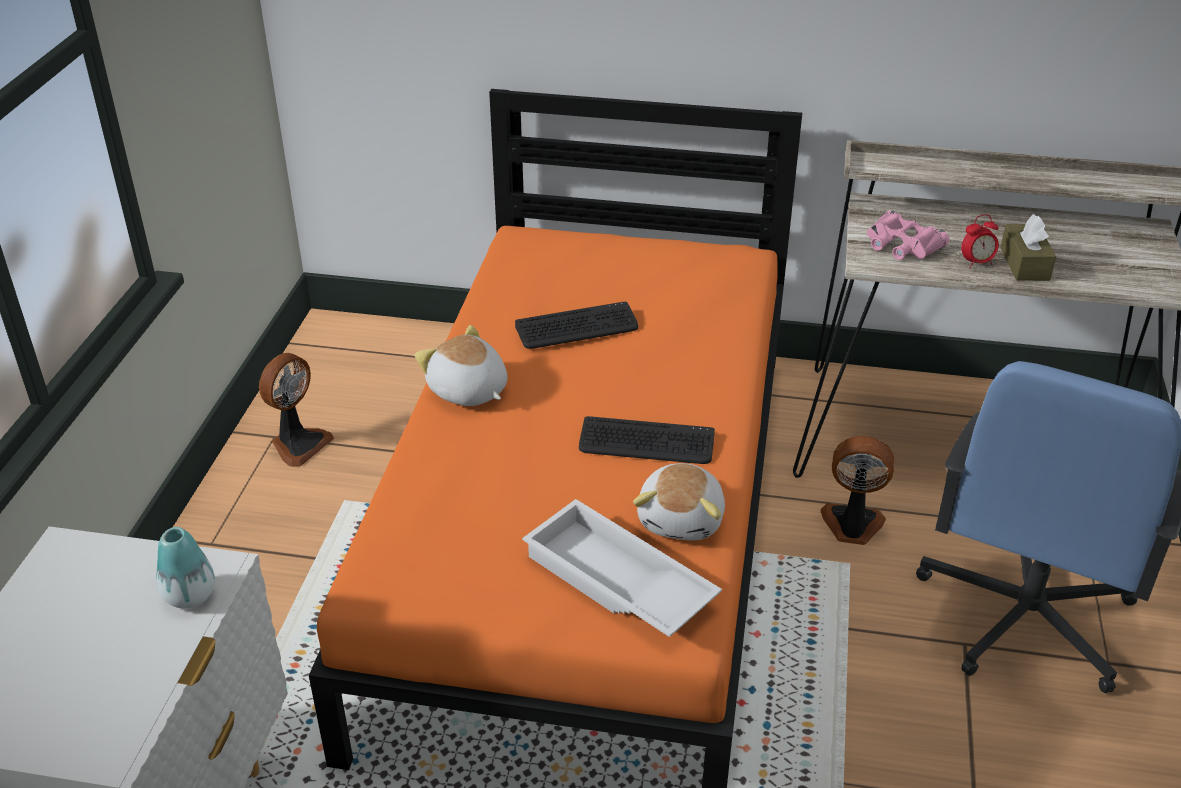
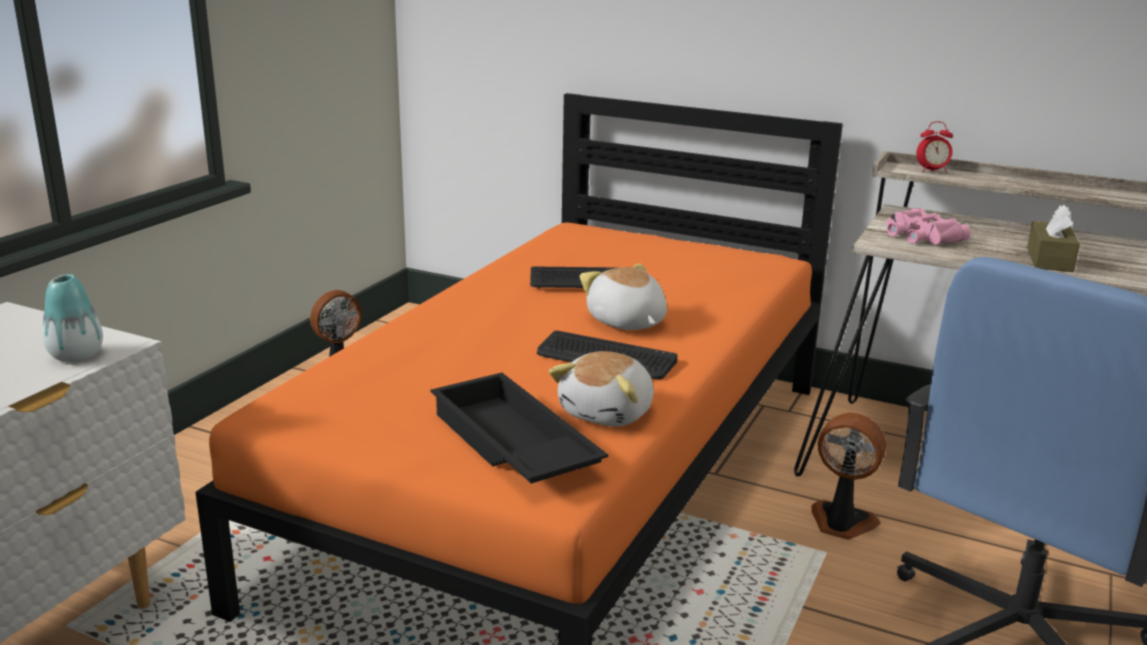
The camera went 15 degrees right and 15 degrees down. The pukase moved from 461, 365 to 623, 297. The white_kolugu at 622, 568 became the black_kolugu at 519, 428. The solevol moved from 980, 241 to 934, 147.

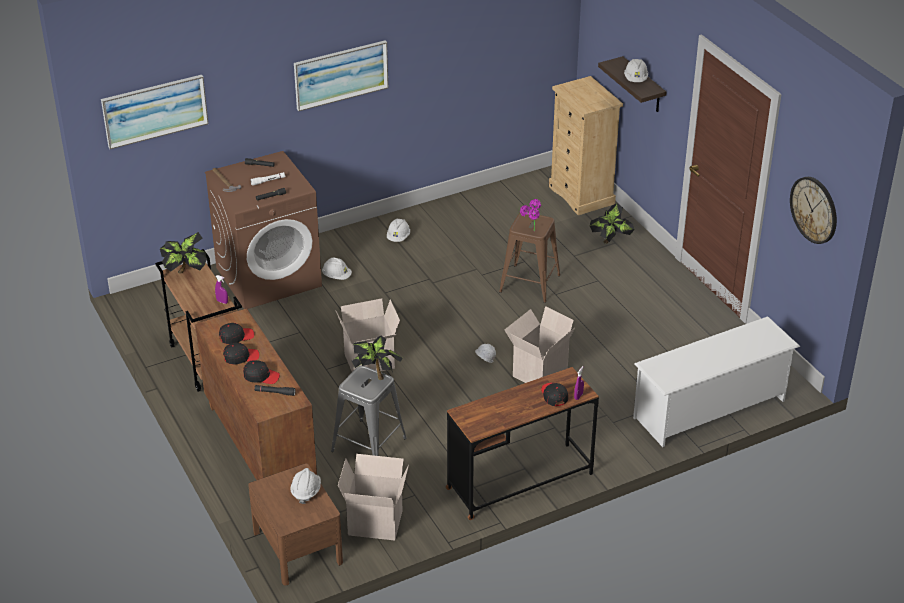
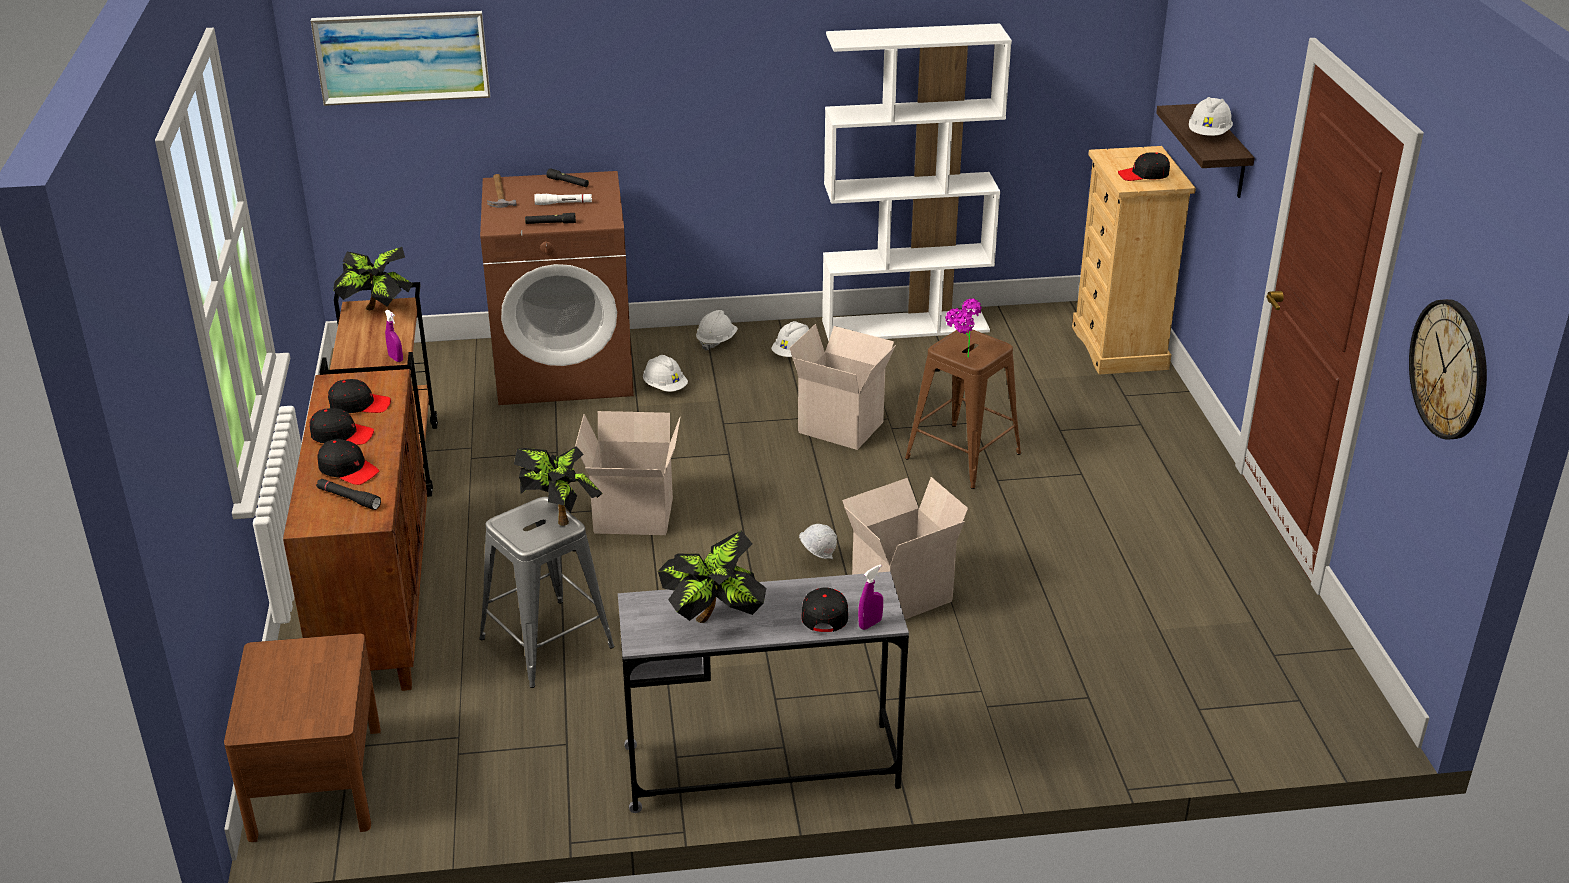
The camera went 20 degrees right and 5 degrees down. The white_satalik moved from 306, 486 to 717, 330. The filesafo at 341, 76 disappeared. The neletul moved from 373, 497 to 843, 387. The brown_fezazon at 522, 443 became the grey_fezazon at 763, 692. The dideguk moved from 612, 223 to 712, 576. The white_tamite at 716, 381 disappeared. The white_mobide at 917, 182 appeared. The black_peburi at 1144, 166 appeared.

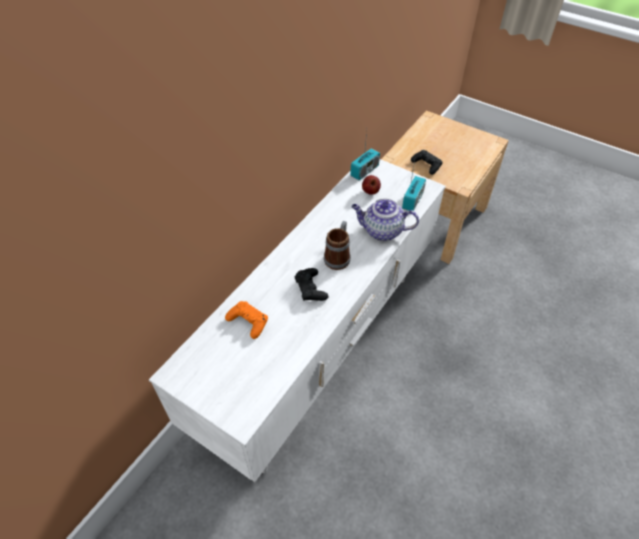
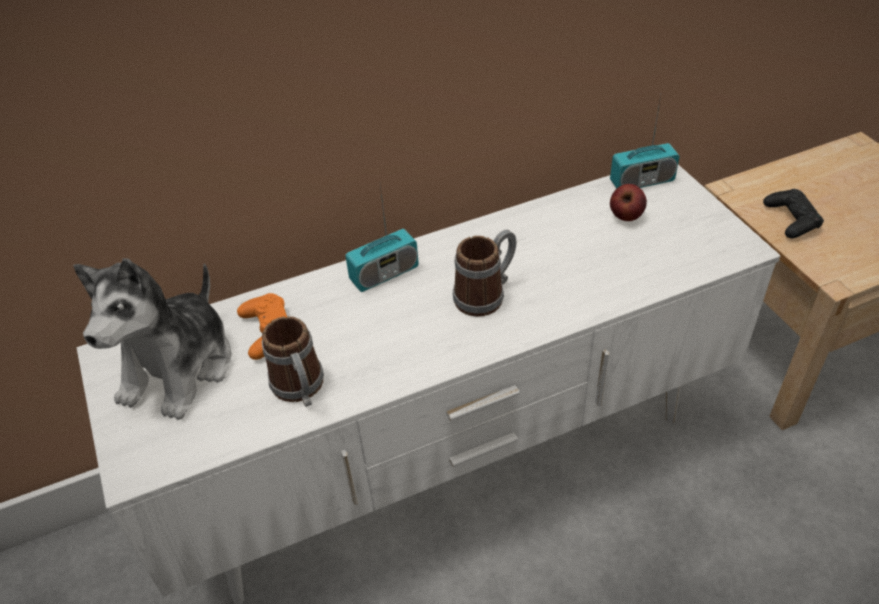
The camera went 35 degrees right and 5 degrees down. The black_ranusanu at 311, 284 disappeared. The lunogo at 385, 219 disappeared. The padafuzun moved from 414, 183 to 382, 238. The pukase at 152, 339 appeared. The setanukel at 293, 361 appeared.

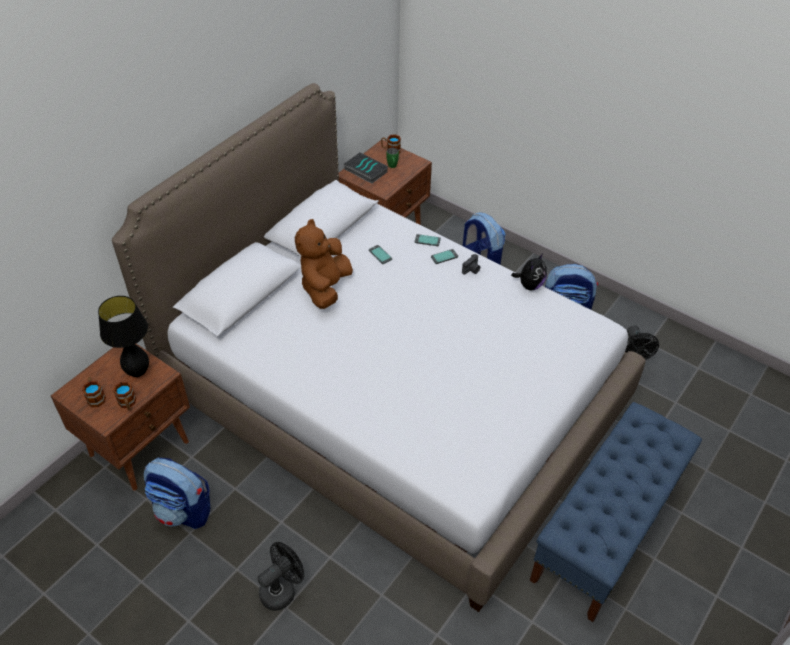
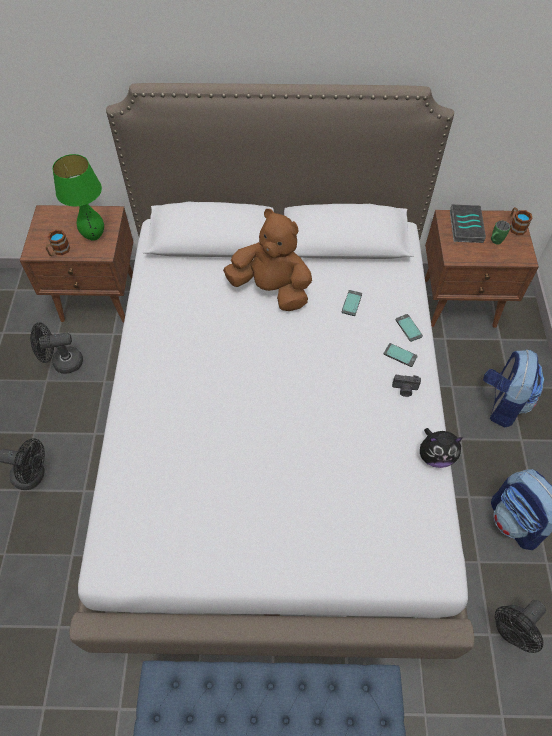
The camera went 55 degrees right and 10 degrees up. The setanukel at 94, 392 disappeared. The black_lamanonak at 123, 336 became the green_lamanonak at 78, 197. The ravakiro at 177, 493 was replaced by the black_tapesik at 56, 348. The brown_pukase at 324, 264 turned 45 degrees clockwise.

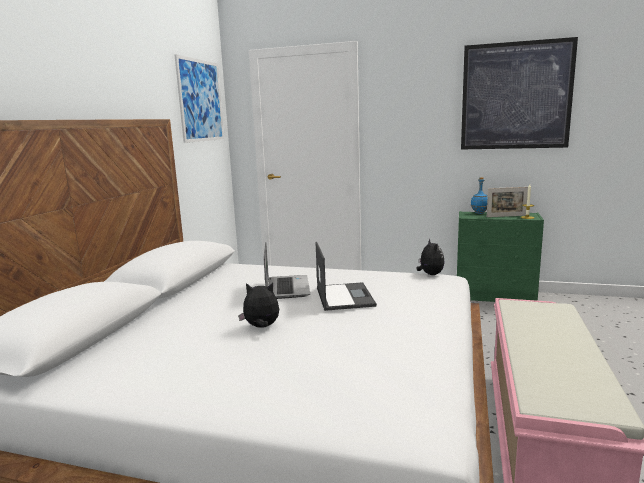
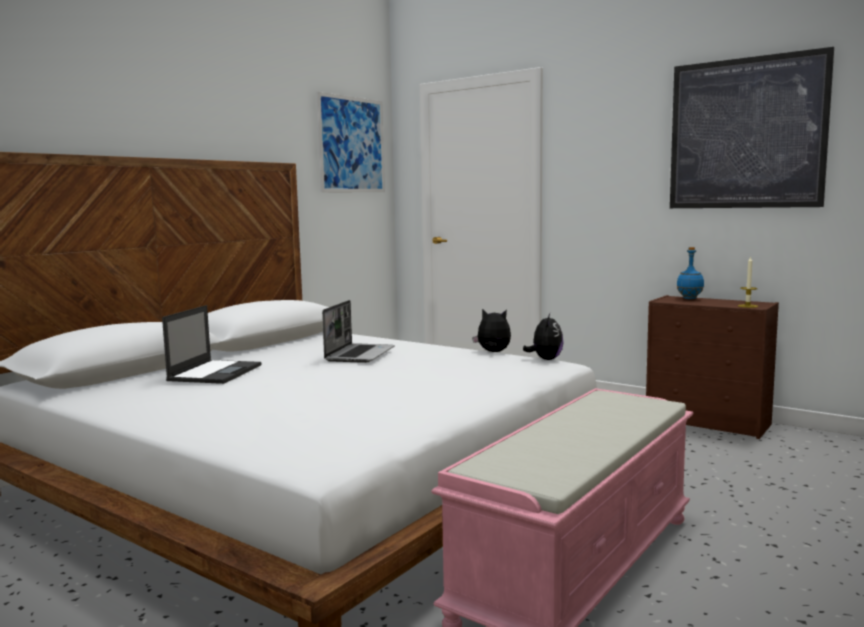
The camera went 20 degrees right and 5 degrees down. The pukase moved from 258, 305 to 491, 330. The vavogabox moved from 346, 276 to 211, 344. The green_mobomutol at 500, 256 became the brown_mobomutol at 712, 367. The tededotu at 507, 202 disappeared.

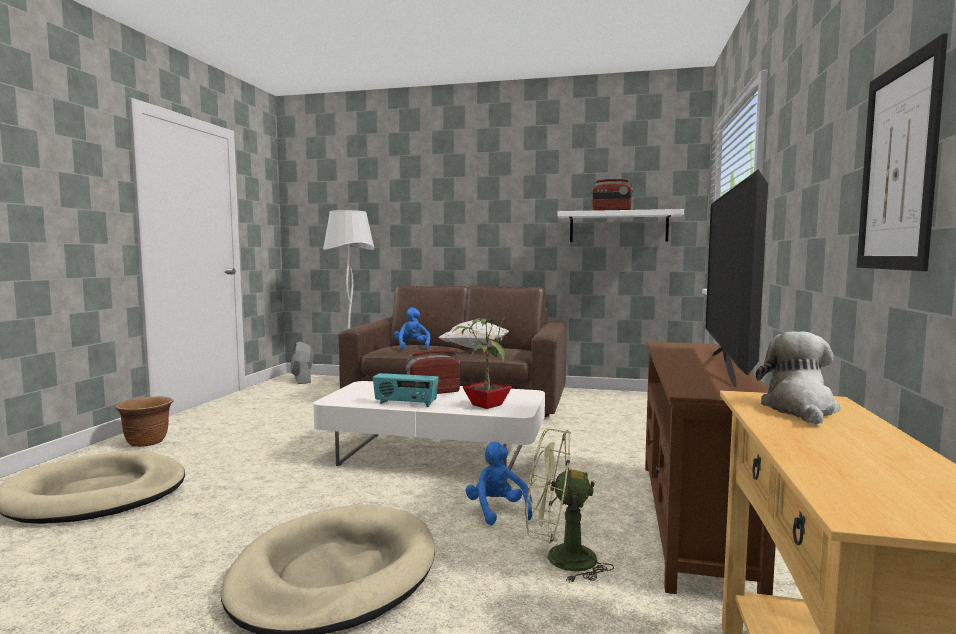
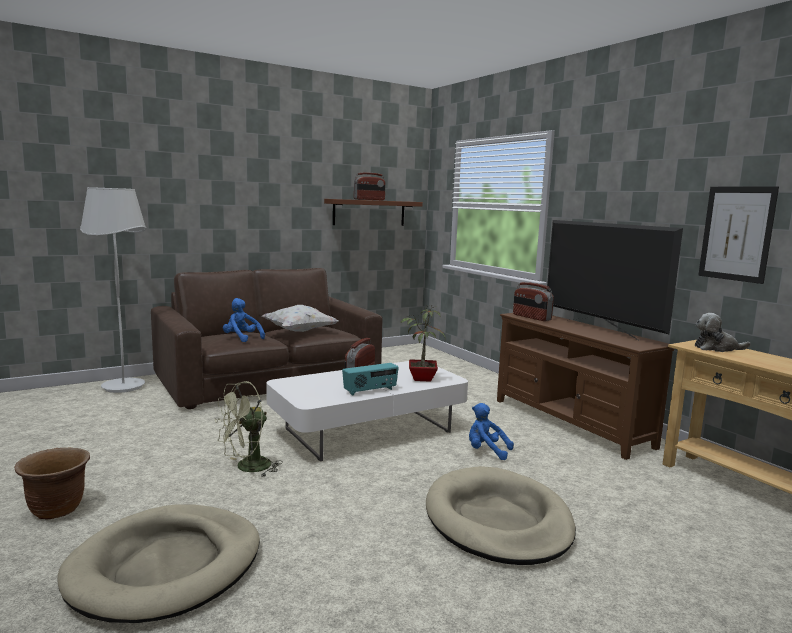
The camera went 45 degrees left and 5 degrees up. The grey_tapesik at 302, 362 disappeared. The green_tapesik moved from 570, 506 to 249, 429. The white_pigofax at 620, 225 became the brown_pigofax at 373, 212. The pukase at 798, 378 turned 60 degrees counterclockwise. The padafuzun at 533, 301 appeared.

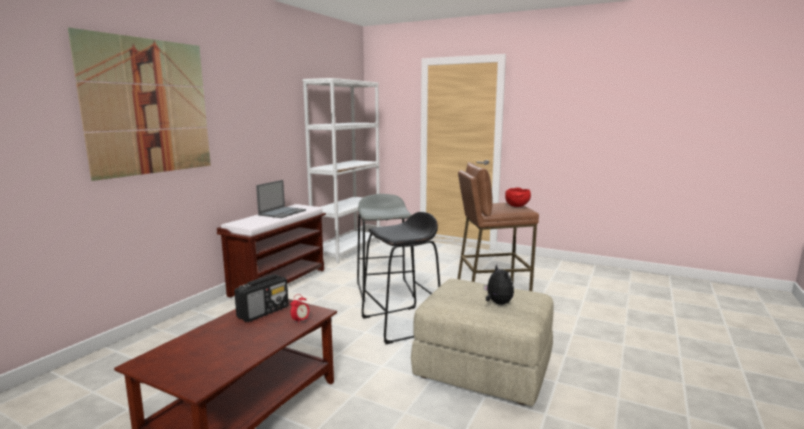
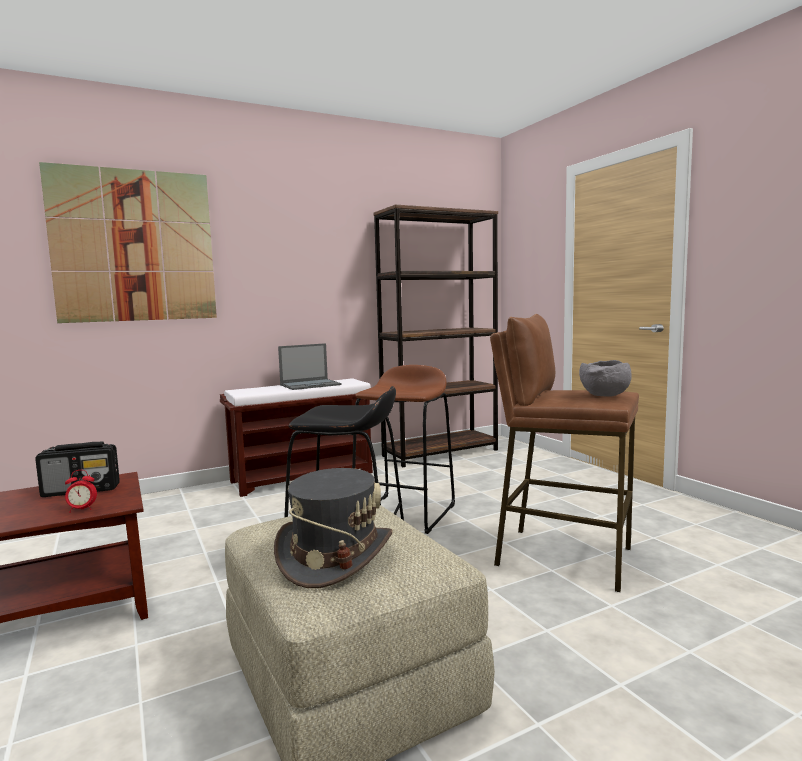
The camera went 35 degrees right and 5 degrees down. The white_mobide at 341, 170 became the brown_mobide at 435, 336. The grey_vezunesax at 386, 248 became the brown_vezunesax at 403, 449. The pukase at 499, 284 was replaced by the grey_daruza at 333, 528. The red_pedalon at 518, 197 became the grey_pedalon at 605, 378.

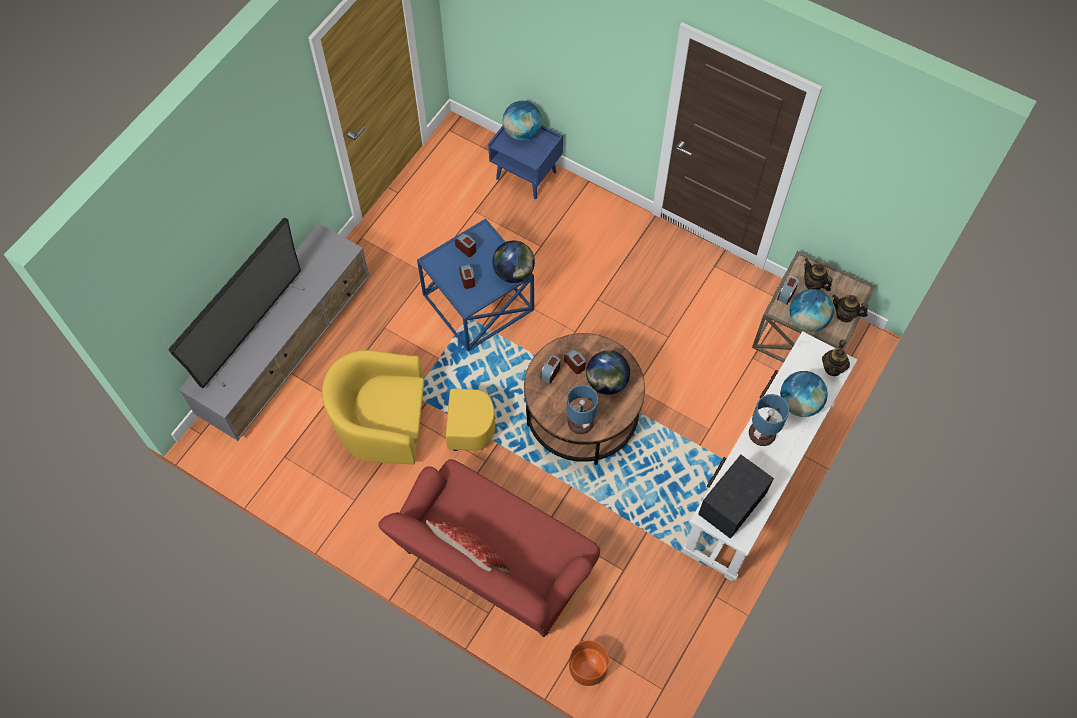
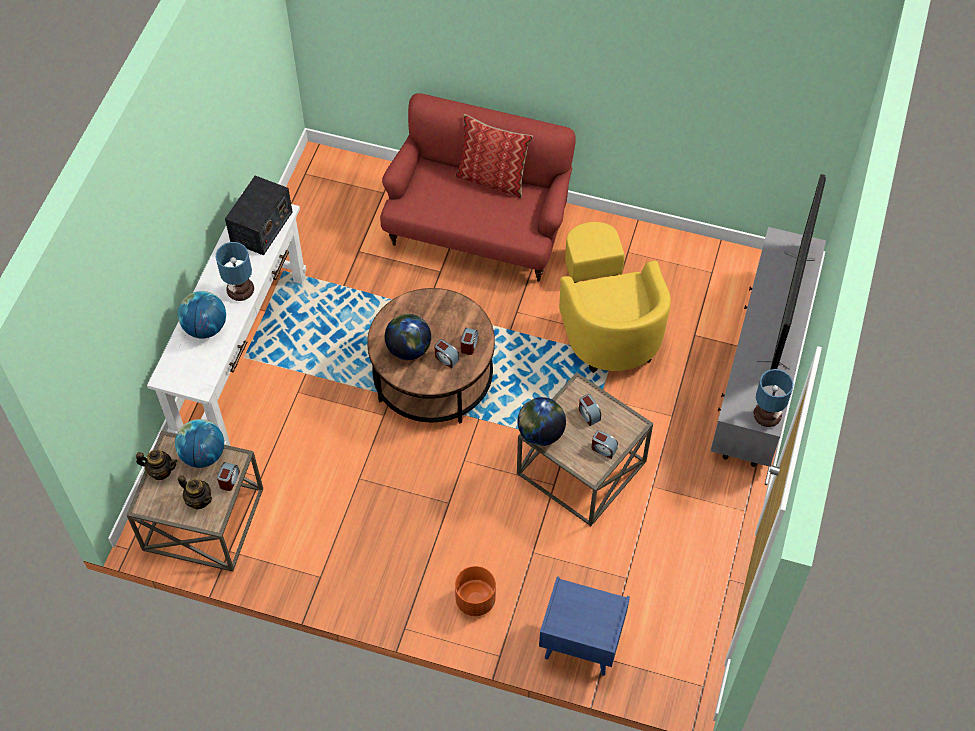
The camera went 165 degrees right and 5 degrees down. The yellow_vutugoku at 408, 407 turned 90 degrees clockwise. The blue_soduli at 475, 284 became the brown_soduli at 585, 449. The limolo at 522, 121 disappeared. The lamanonak moved from 582, 409 to 773, 398. The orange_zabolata moved from 589, 663 to 475, 591. The lunogo at 836, 357 disappeared.

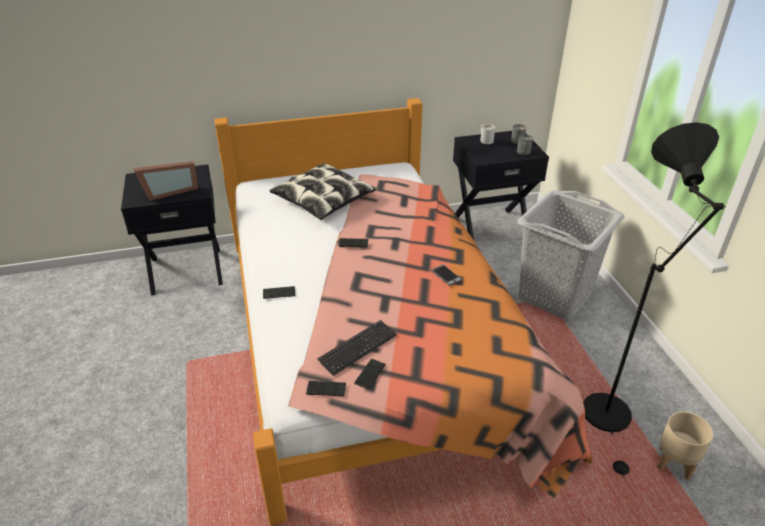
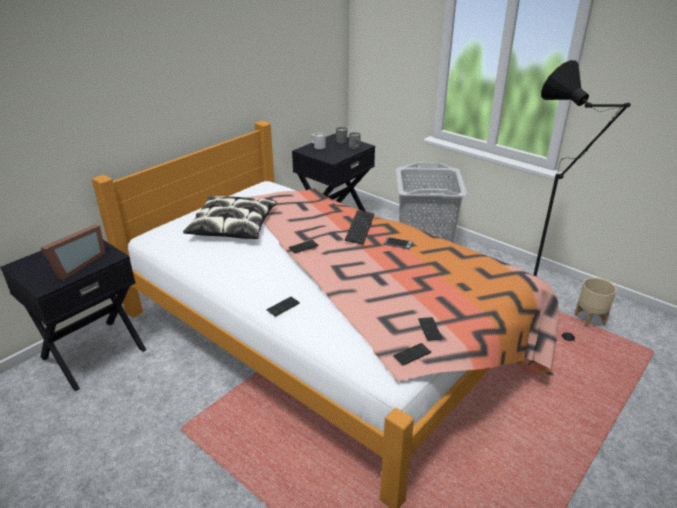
The camera went 35 degrees left and 5 degrees down. The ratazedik moved from 357, 348 to 359, 227.

